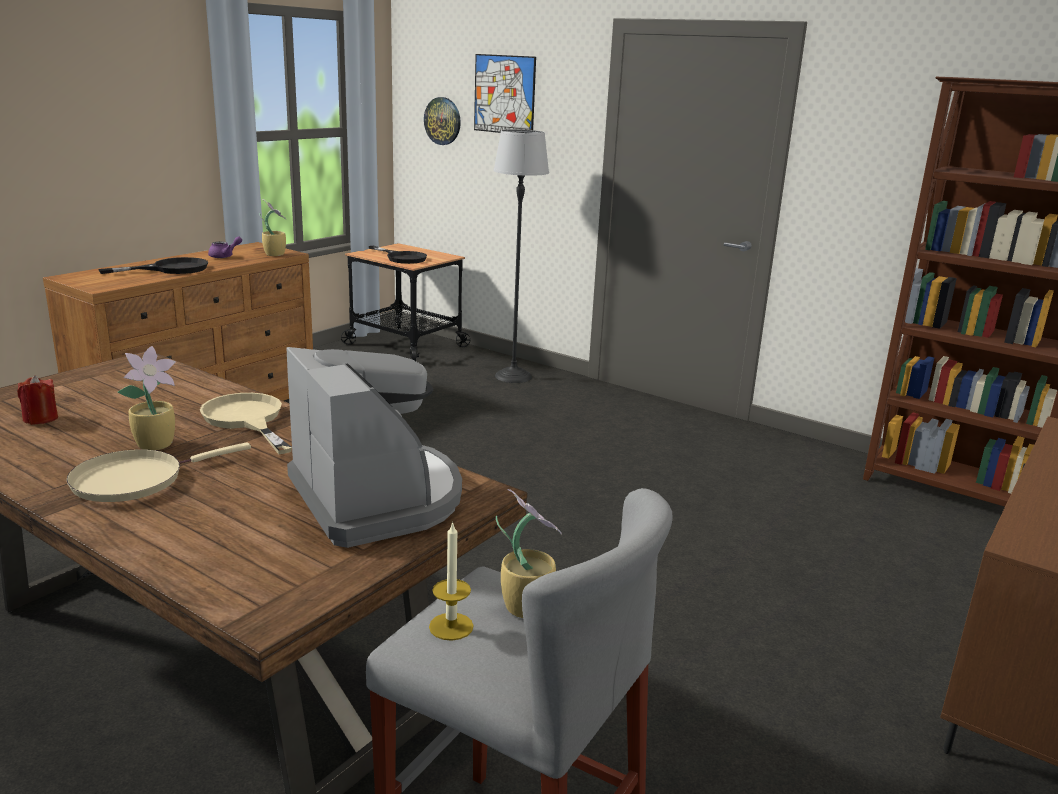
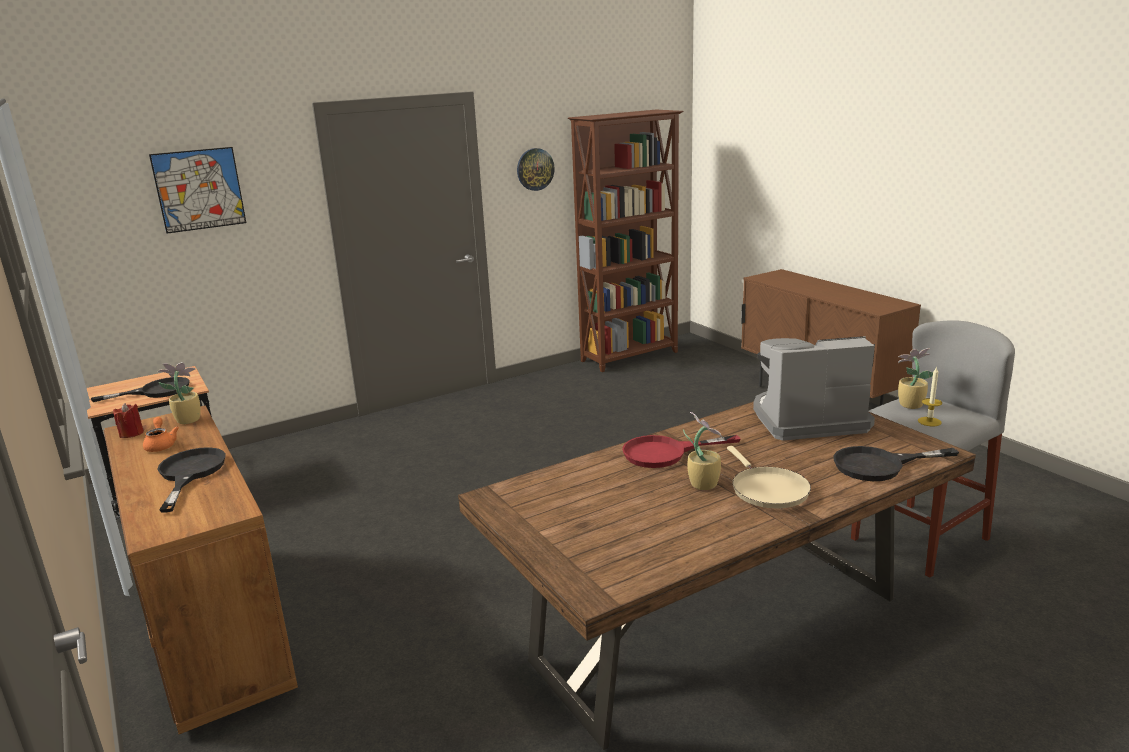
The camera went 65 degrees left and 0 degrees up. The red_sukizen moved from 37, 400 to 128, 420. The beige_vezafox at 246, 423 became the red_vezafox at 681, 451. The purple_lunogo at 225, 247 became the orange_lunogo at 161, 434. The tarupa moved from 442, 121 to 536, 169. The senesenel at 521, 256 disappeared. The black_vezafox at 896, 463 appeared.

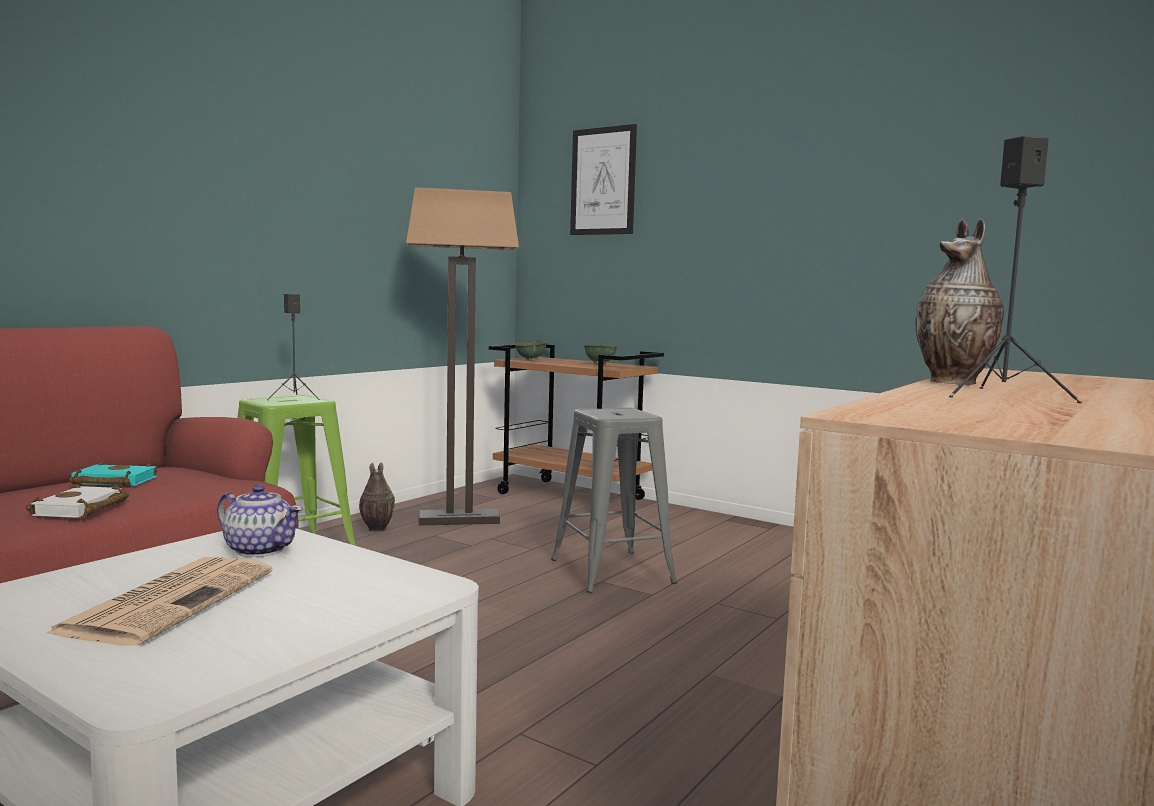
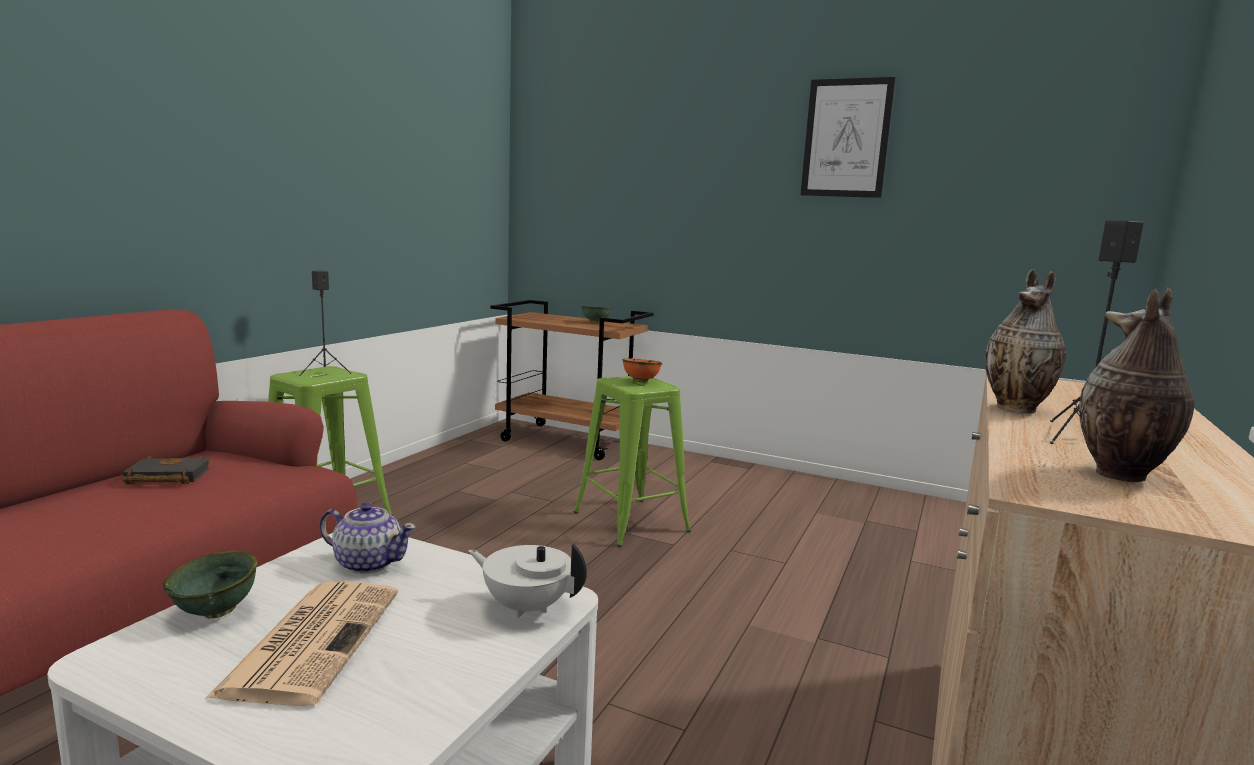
The camera went 10 degrees left and 5 degrees up. The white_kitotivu at 77, 501 disappeared. The turquoise_kitotivu at 113, 474 became the black_kitotivu at 166, 469. The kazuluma moved from 377, 497 to 1137, 384. The senesenel at 462, 356 disappeared. The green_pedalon moved from 531, 350 to 210, 584. The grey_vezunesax at 614, 500 became the green_vezunesax at 632, 461. The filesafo moved from 603, 179 to 848, 137. The white_lunogo at 527, 580 appeared. The orange_pedalon at 642, 370 appeared.

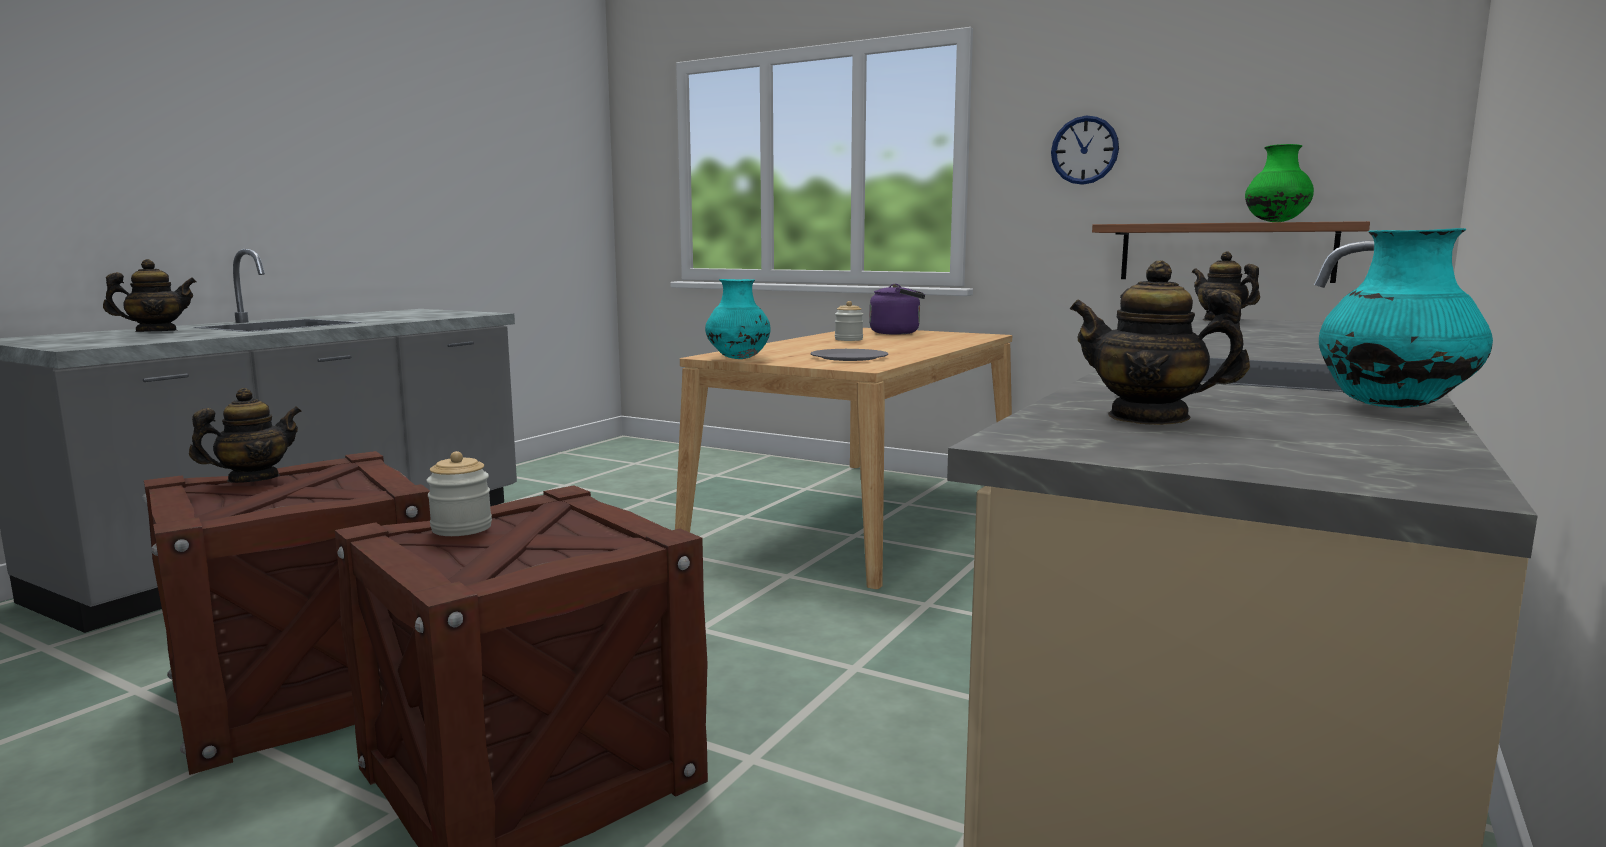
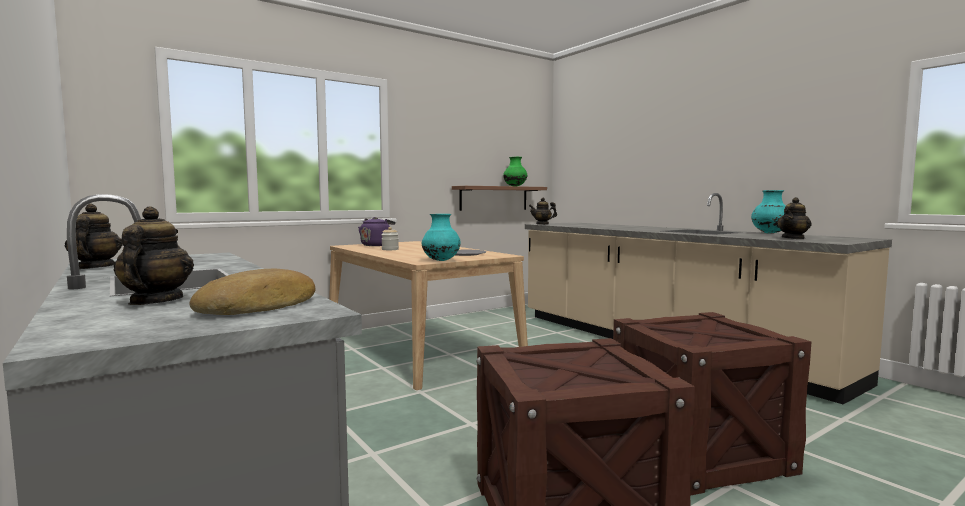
The camera went 65 degrees left and 5 degrees down. The lunogo moved from 245, 435 to 94, 236. The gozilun at 459, 493 disappeared. The tarupa at 1085, 150 disappeared. The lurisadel at 252, 292 appeared.

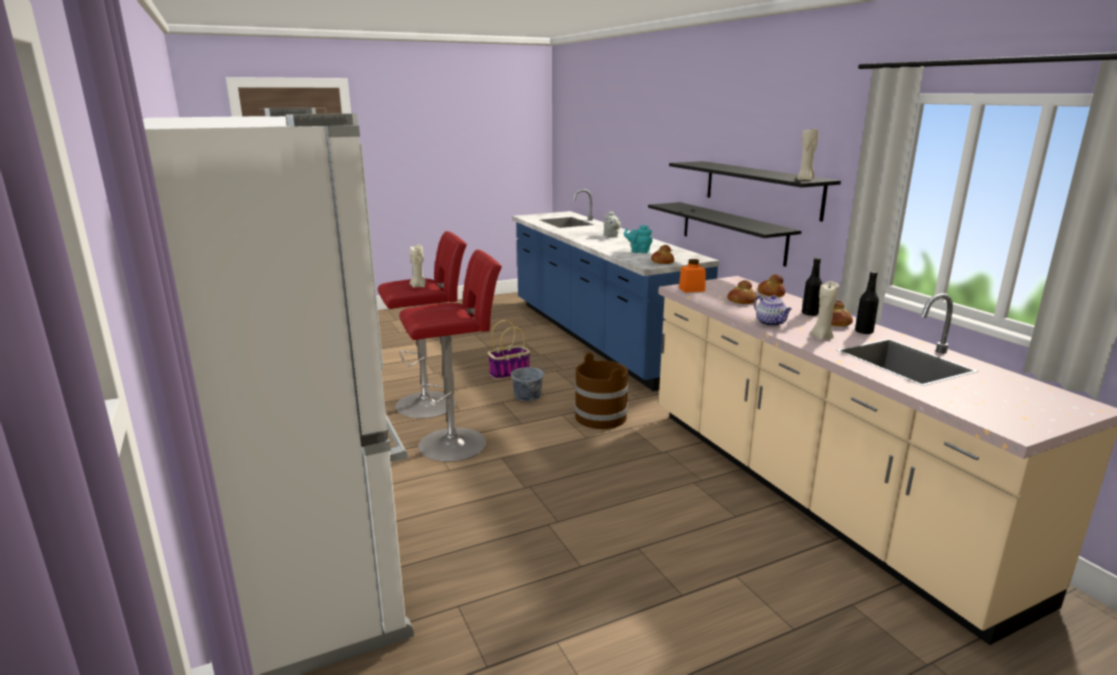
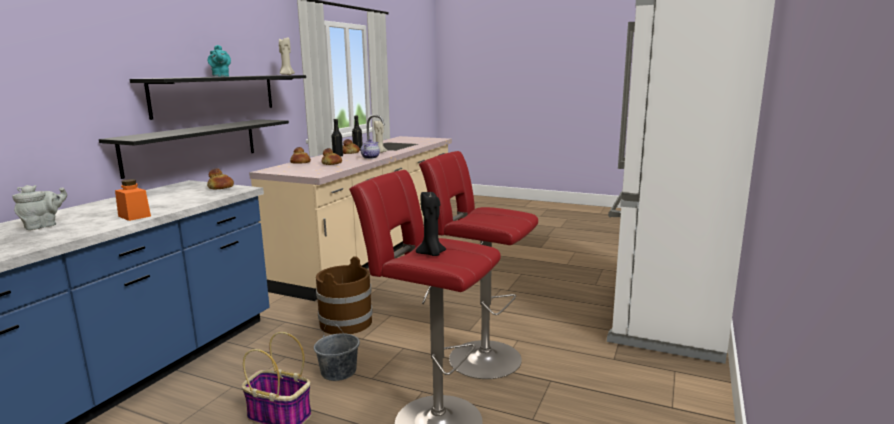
The camera went 130 degrees left and 5 degrees down. The beige_sukizen at 418, 266 became the black_sukizen at 431, 223. The turquoise_lunogo moved from 638, 239 to 219, 61. The orange_gozilun moved from 692, 276 to 133, 200.

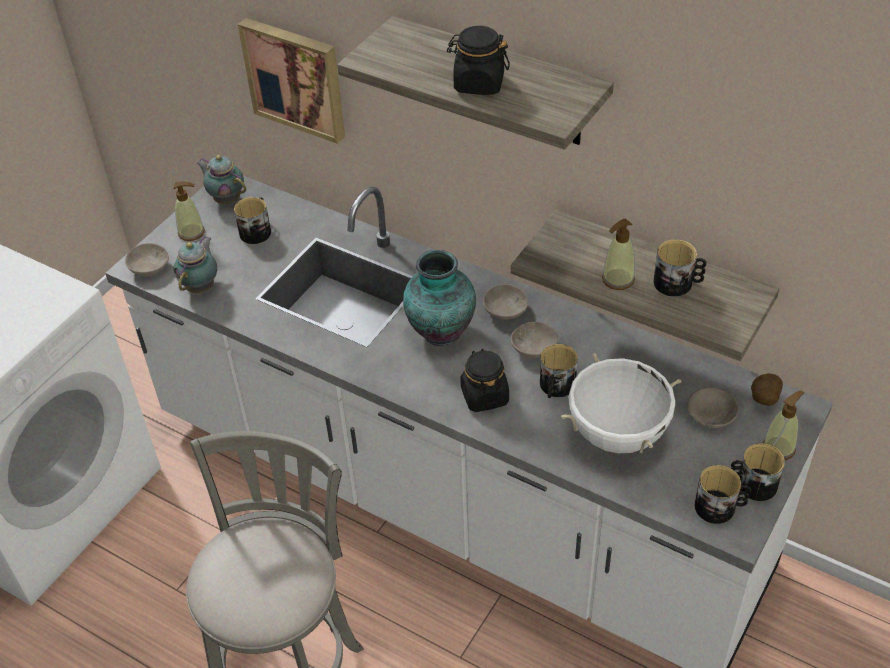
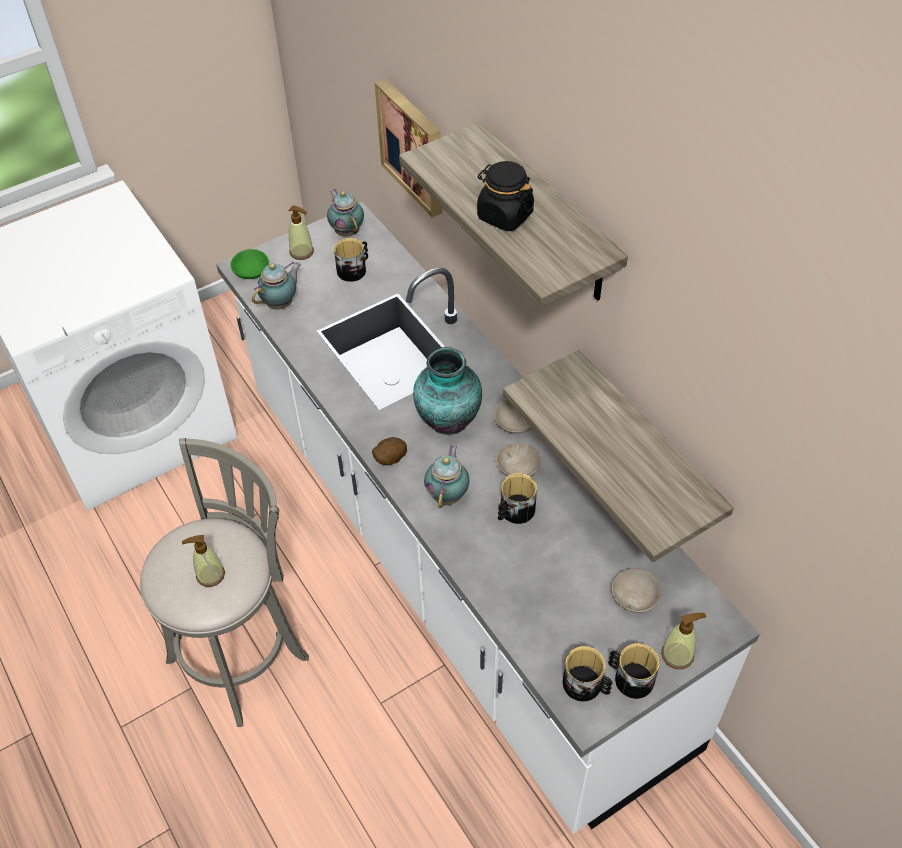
The camera went 25 degrees right and 5 degrees up. The beige_pedalon at 147, 259 became the green_pedalon at 249, 264. The black_gozilun at 484, 380 was replaced by the lunogo at 447, 475. The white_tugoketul at 621, 403 disappeared. The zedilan moved from 618, 254 to 203, 561. The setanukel at 680, 267 disappeared. The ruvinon moved from 767, 389 to 389, 451.

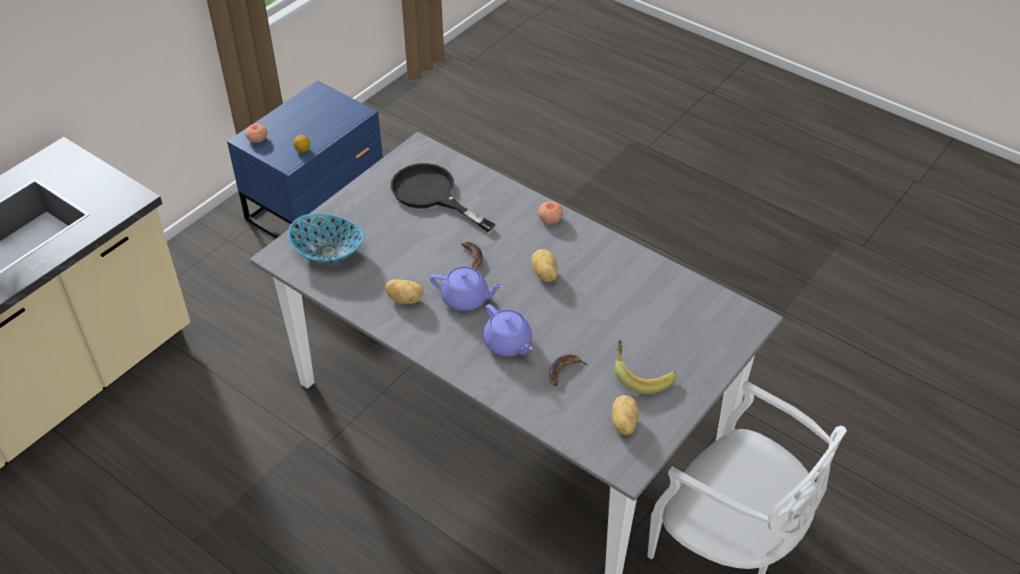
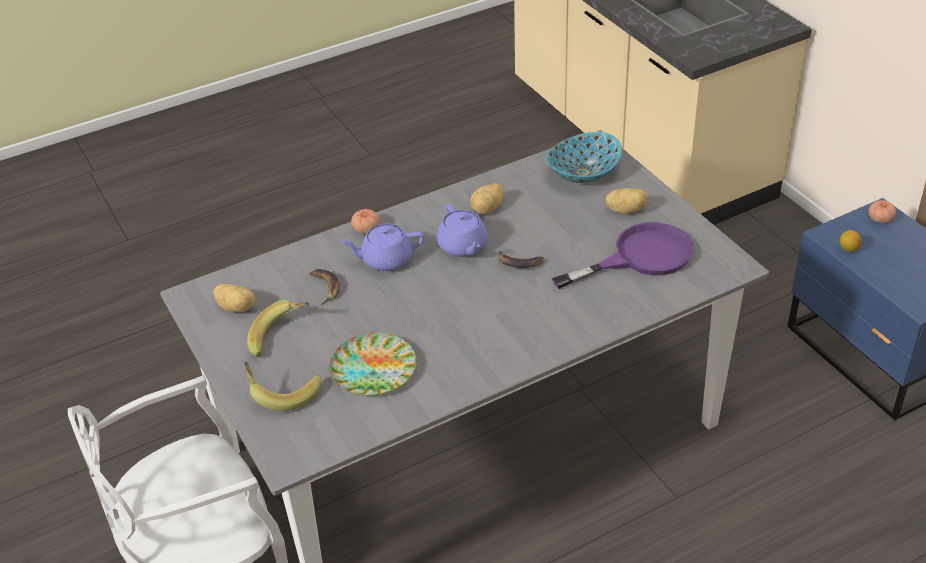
The camera went 115 degrees right and 5 degrees down. The black_vezafox at 443, 197 became the purple_vezafox at 622, 255. The purple_lunogo at 466, 288 turned 60 degrees counterclockwise. The ruvinon moved from 545, 265 to 626, 200. The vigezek moved from 550, 212 to 365, 221. The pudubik at 282, 386 appeared. The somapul at 373, 364 appeared.

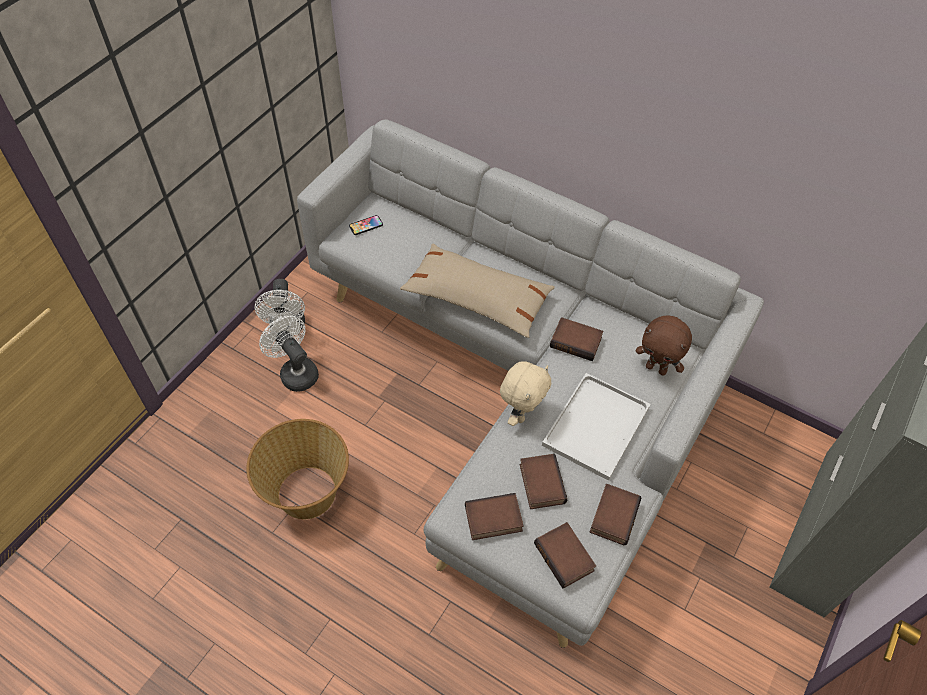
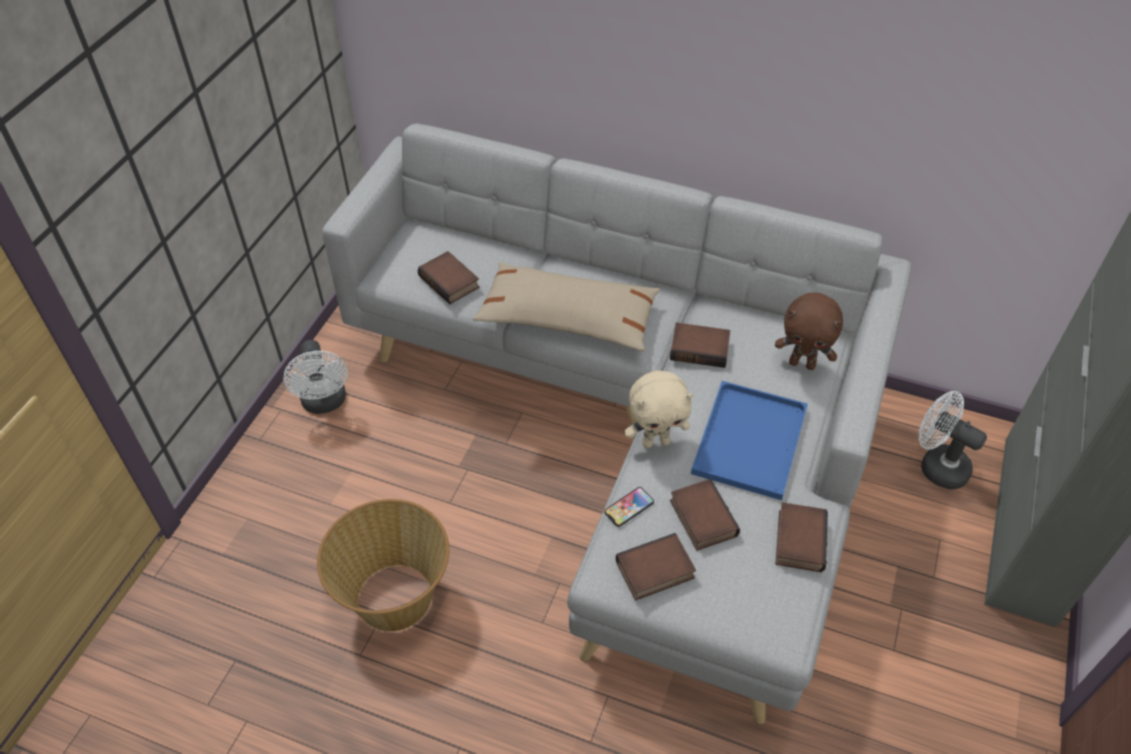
The camera went 10 degrees left and 5 degrees down. The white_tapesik moved from 289, 354 to 953, 440. The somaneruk moved from 366, 225 to 629, 507. The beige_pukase at 525, 393 turned 60 degrees clockwise. The kitotivu moved from 565, 555 to 448, 278. The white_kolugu at 596, 427 became the blue_kolugu at 749, 440.

